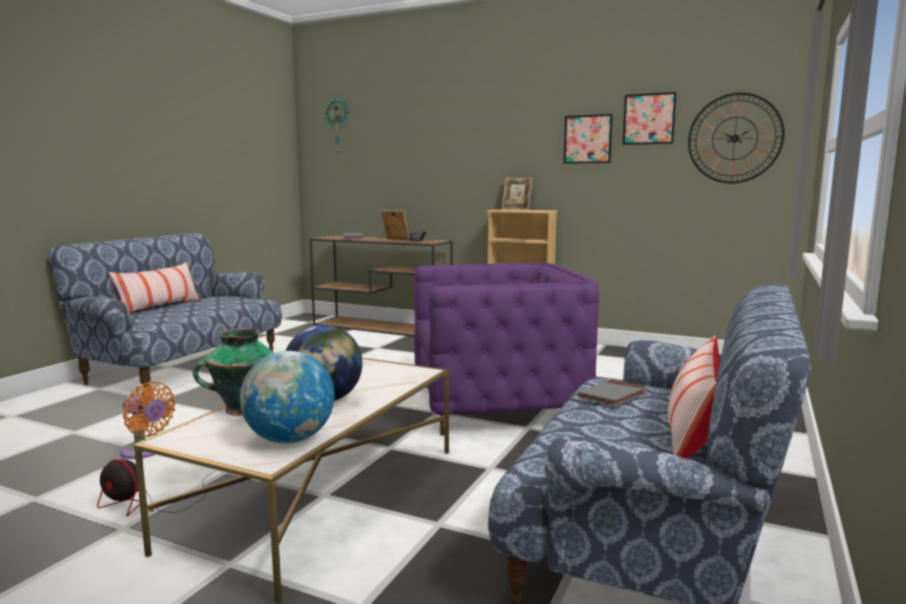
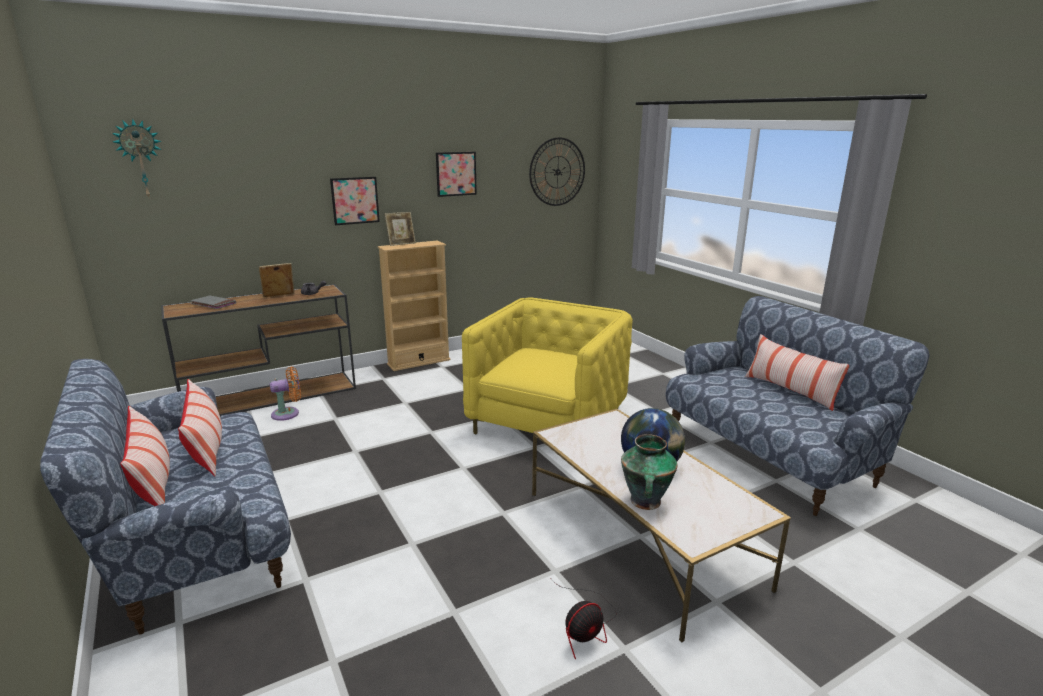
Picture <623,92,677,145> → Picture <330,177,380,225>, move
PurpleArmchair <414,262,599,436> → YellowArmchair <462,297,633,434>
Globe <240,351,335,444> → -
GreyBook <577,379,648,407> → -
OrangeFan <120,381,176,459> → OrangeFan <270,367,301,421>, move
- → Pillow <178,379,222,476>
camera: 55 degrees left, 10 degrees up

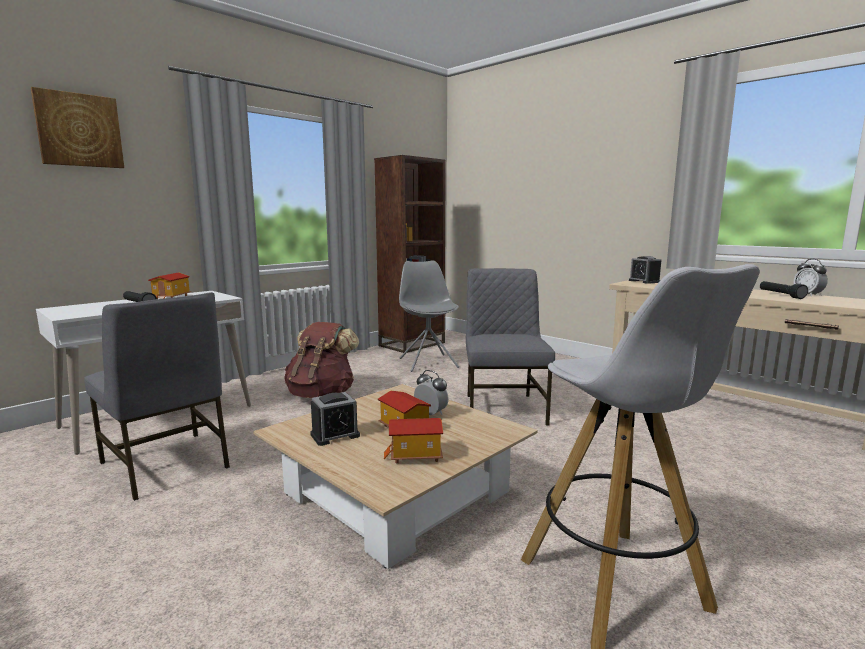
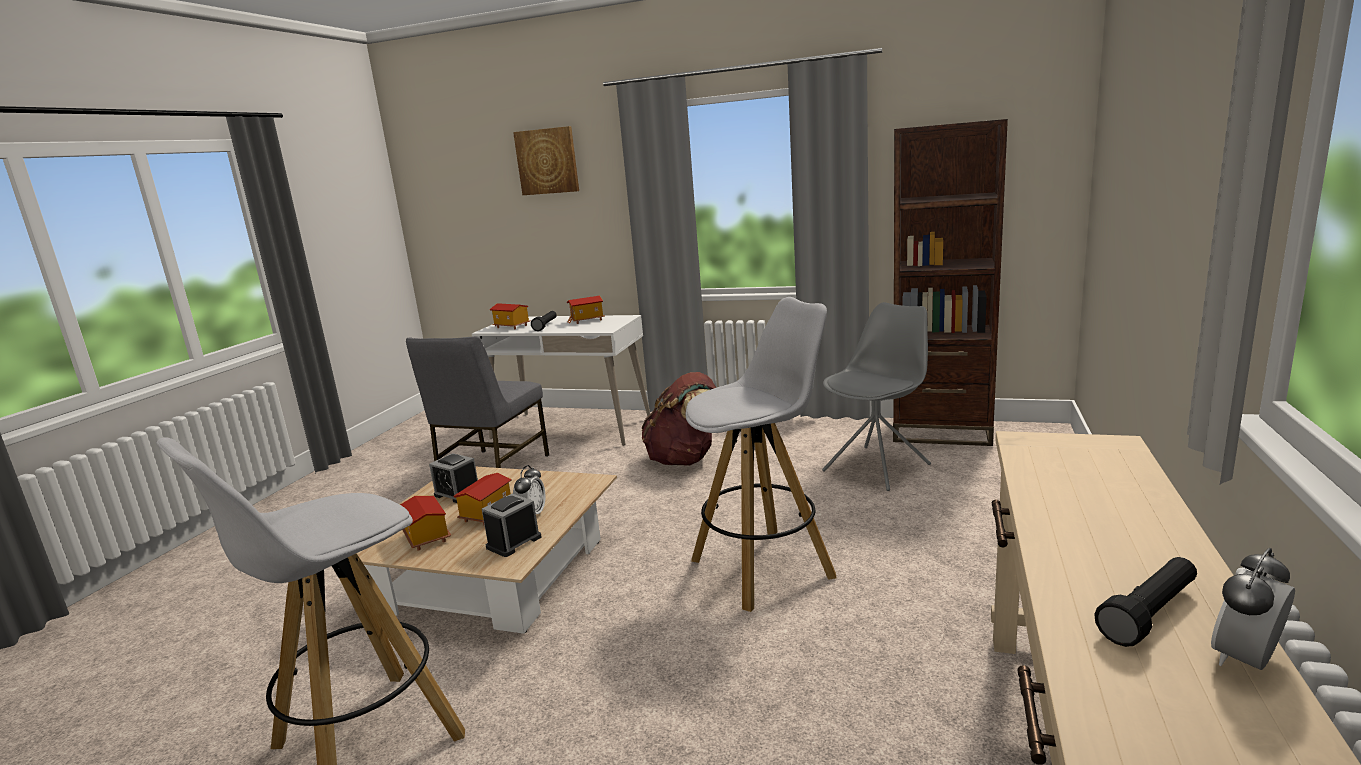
AlarmClock <629,256,662,284> → AlarmClock <482,494,542,557>, move
GreyChair <466,268,555,426> → WhiteStool <686,297,837,612>
- → ToyHouse <489,303,530,330>
camera: 65 degrees right, 5 degrees up

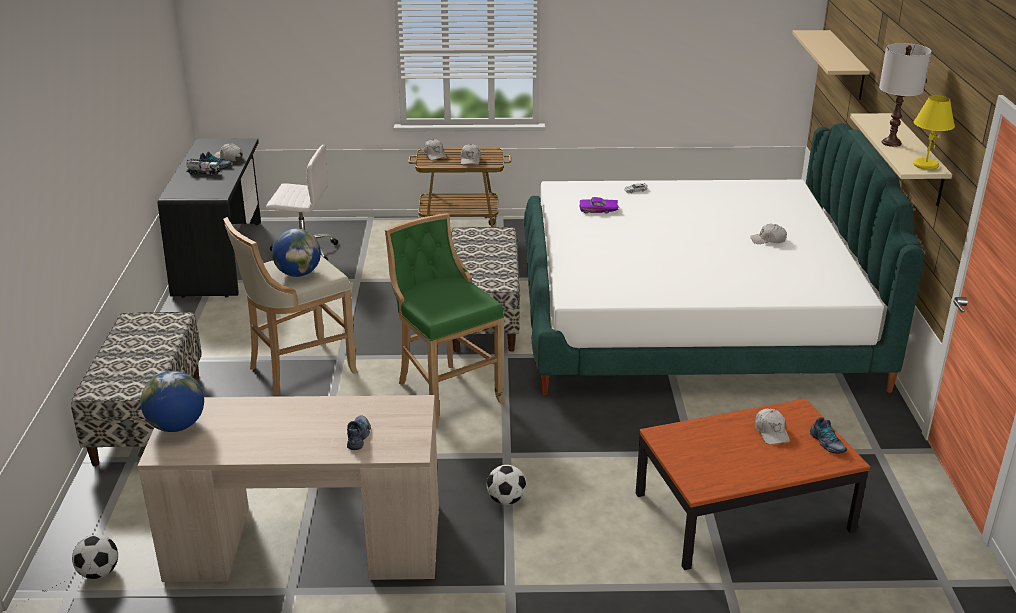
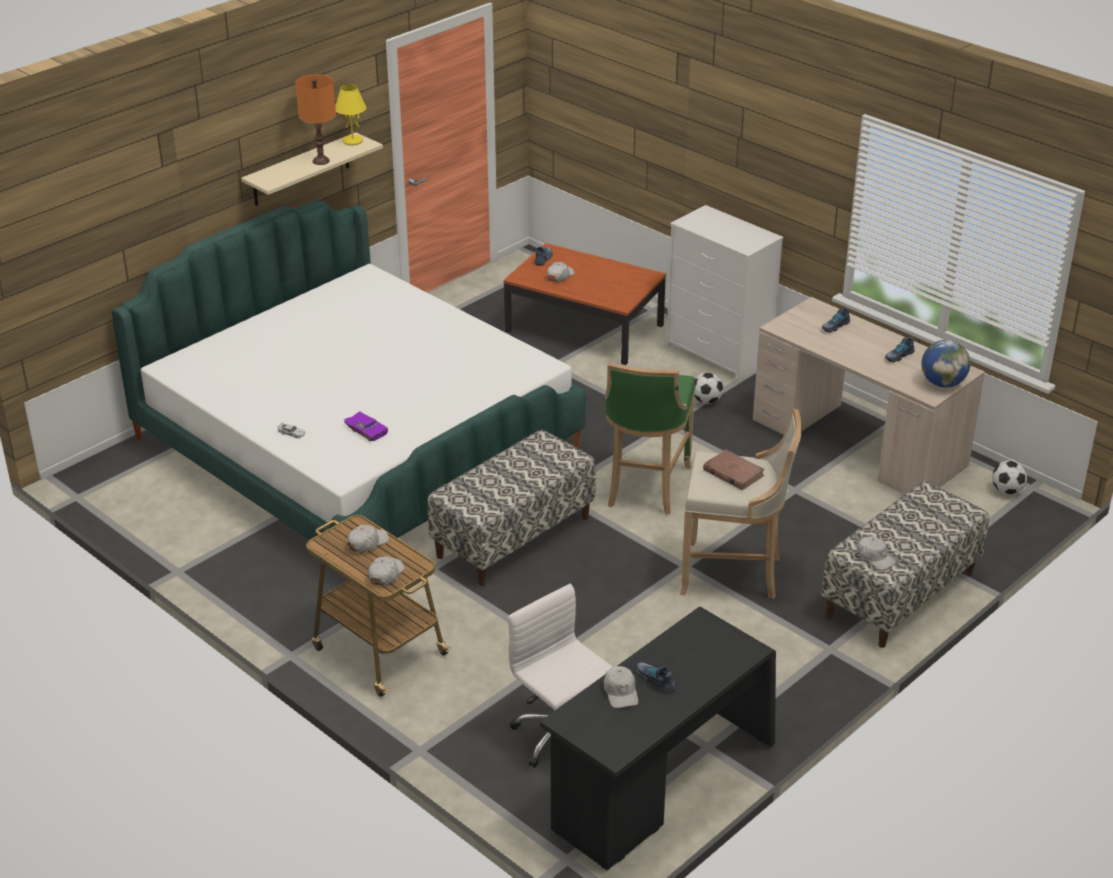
BeigeShelf <792,30,870,100> → -
WhiteTableLamp <879,43,931,147> → OrangeTableLamp <295,75,336,165>
ToyTruck <186,159,220,176> → -
WhiteCap <750,224,787,244> → WhiteCap <857,536,896,570>, move
Globe <272,229,321,277> → BrownBook <703,450,765,490>
- → WhiteDresser <666,205,783,382>
- → Shoe <885,337,915,362>
camera: 135 degrees left, 5 degrees up

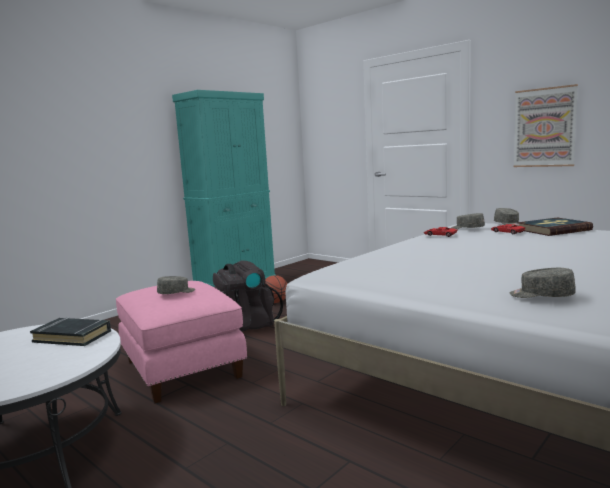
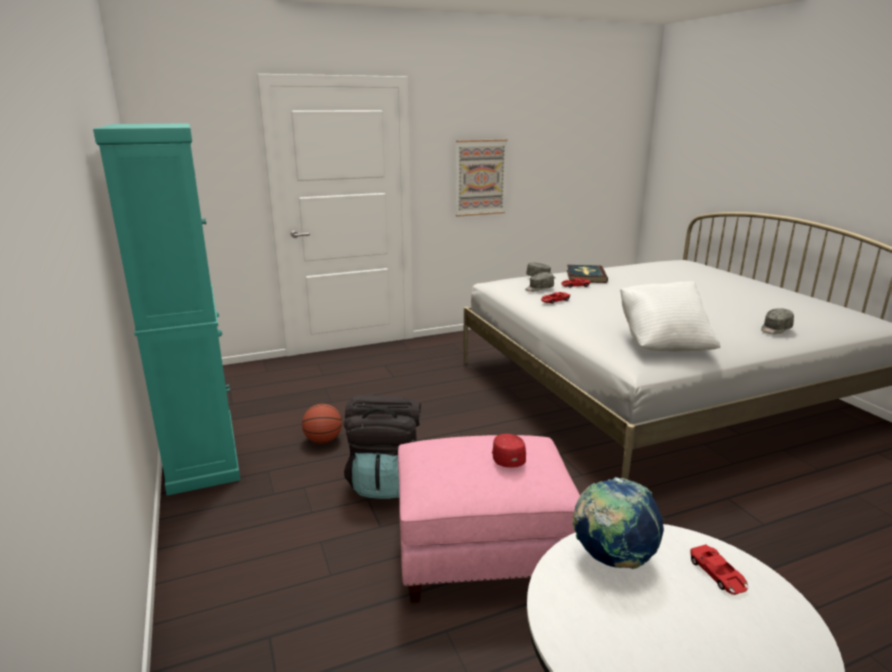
GreyCap <157,276,195,294> → RedCap <492,434,526,468>
BlackBook <30,317,111,346> → Globe <573,477,665,569>
- → WhitePillow <620,282,720,352>
- → RedToyCar <690,544,748,595>
camera: 65 degrees left, 10 degrees up

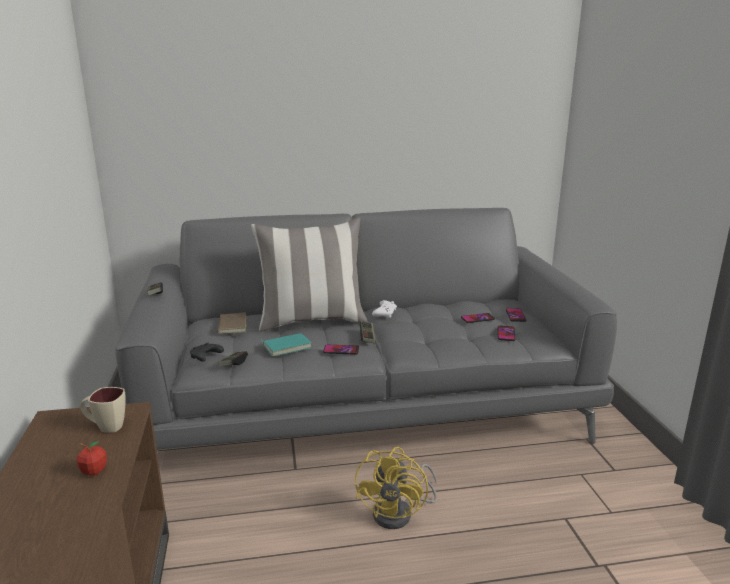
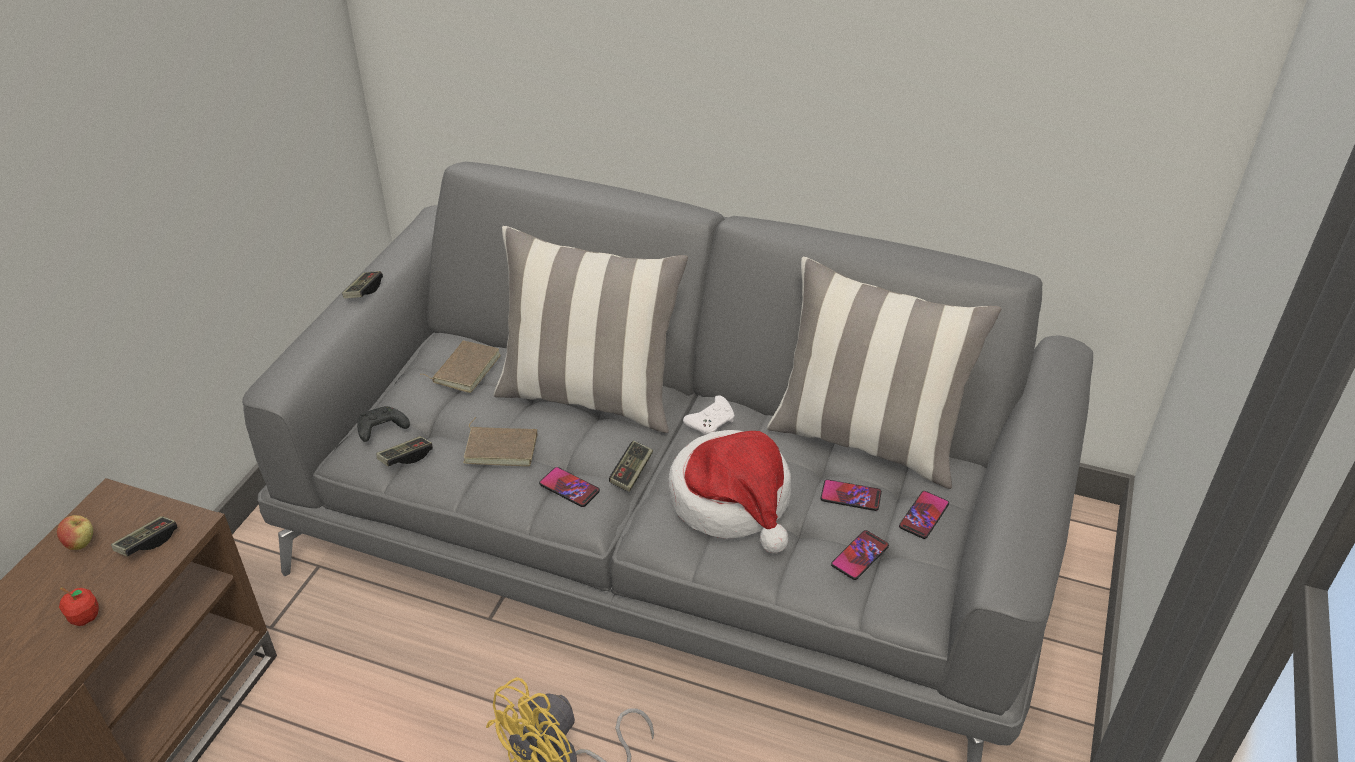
TurquoiseBook <261,333,312,356> → BrownBook <463,417,537,467>
BeigeMug <80,387,126,433> → GameController <111,516,177,556>
- → Pillow <767,257,1001,489>
- → Hat <668,430,791,553>
- → Apple <57,515,93,550>
camera: 30 degrees right, 20 degrees up

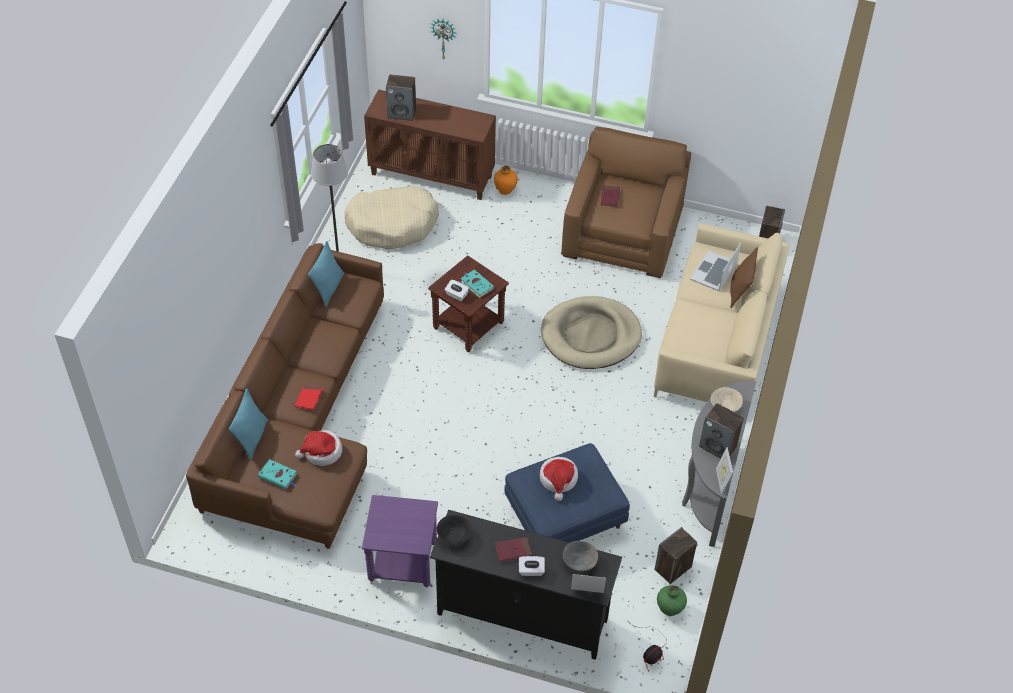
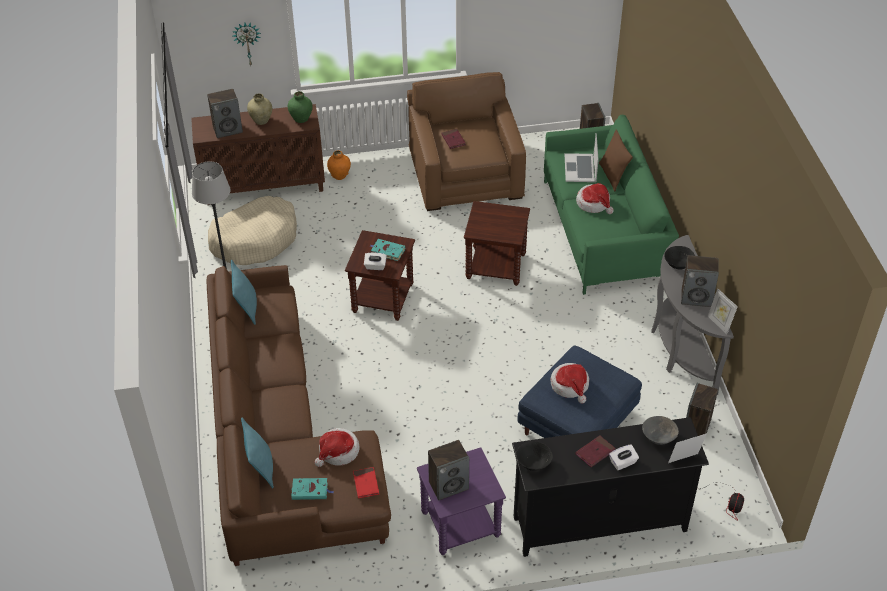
BeigeSofa <654,223,790,402> → GreenSofa <544,115,679,295>
BeigeDogBed <541,296,642,369> → BrownSideTable <464,201,530,286>
RedBook <295,383,323,411> → RedBook <353,467,379,498>, move
BeigeBowl <711,387,743,412> → BlackBowl <664,246,695,270>
GreenVase <657,585,687,616> → GreenVase <288,91,313,123>, move
- → BeigeVase <247,93,272,125>
- → Hat <576,183,614,214>
- → Speaker <428,440,469,500>
camera: 25 degrees left, 5 degrees down

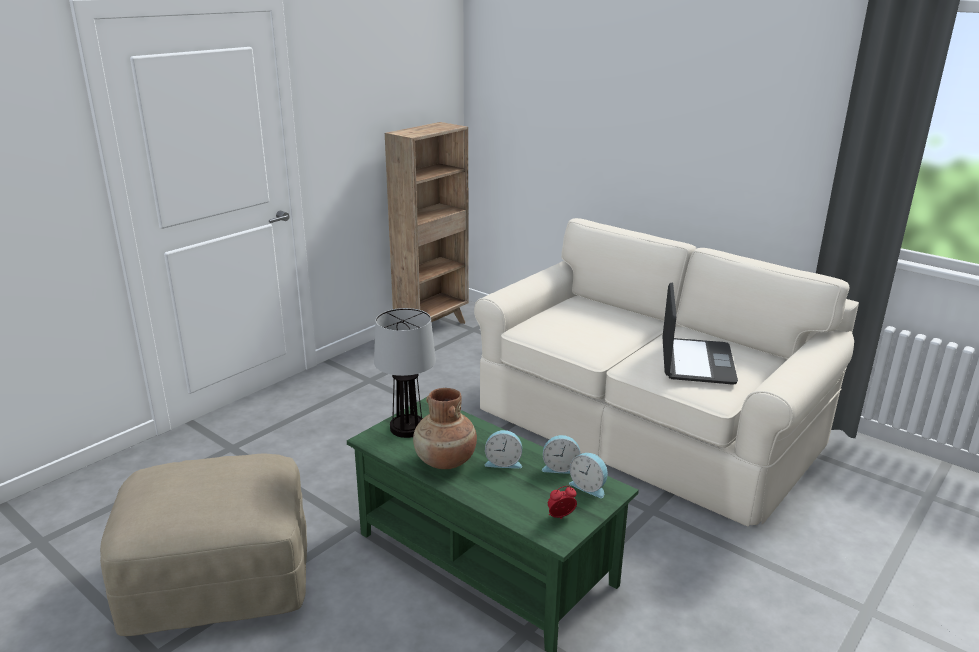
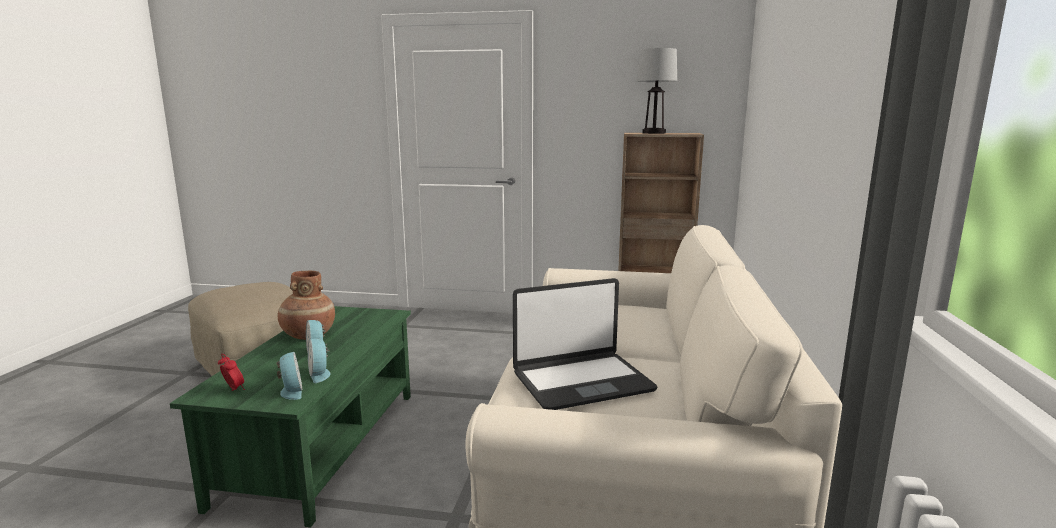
TableLamp <374,308,436,438> → TableLamp <637,48,677,134>, move
AlarmClock <569,453,608,498> → AlarmClock <277,352,302,400>, 150 degrees clockwise
camera: 60 degrees right, 10 degrees down

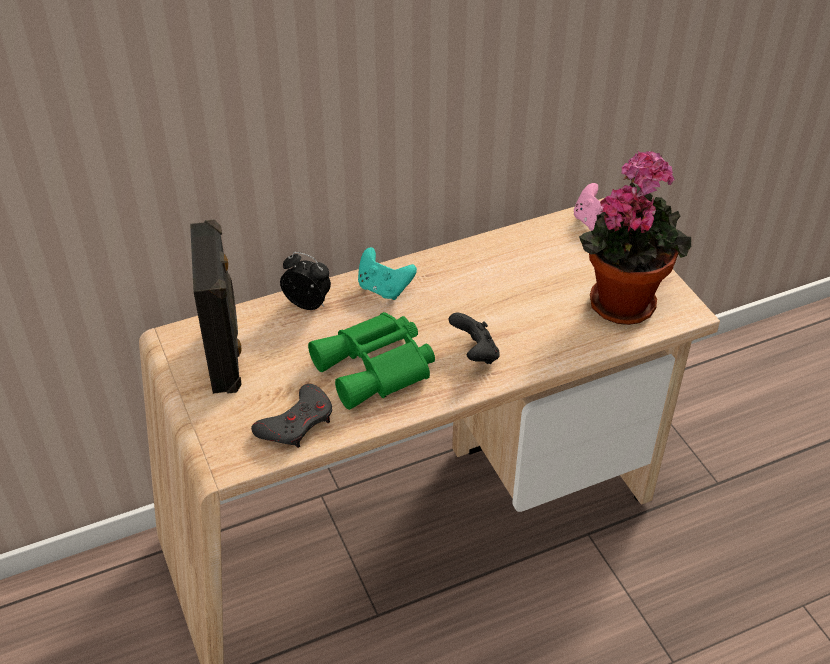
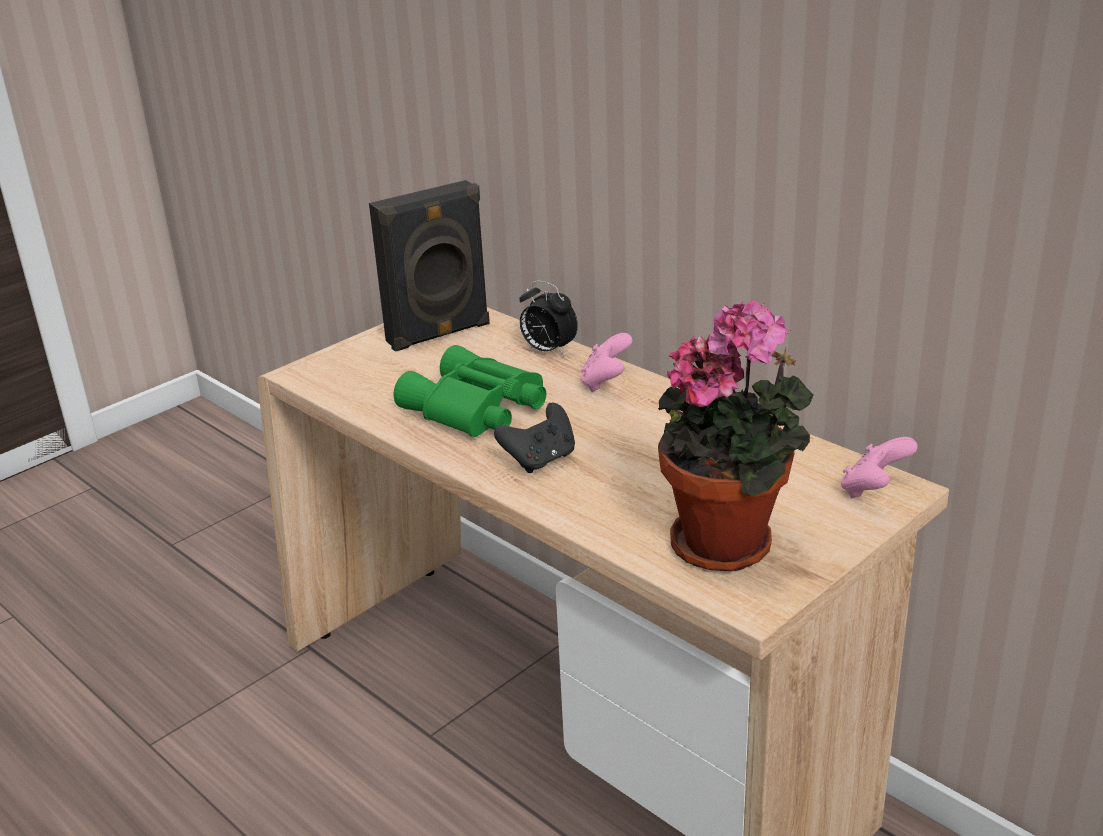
TurquoiseGameController <358,247,417,300> → PinkGameController <580,333,632,392>
AlarmClock <280,252,331,310> → AlarmClock <520,281,578,356>, 120 degrees clockwise
GreyGameController <251,384,332,448> → -
camera: 70 degrees right, 15 degrees down

